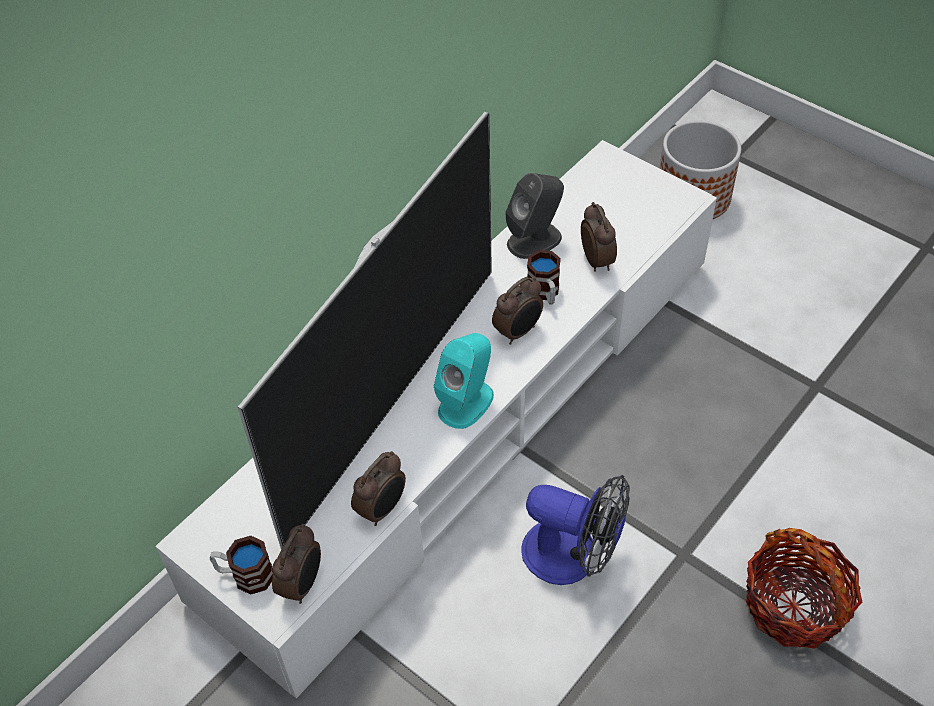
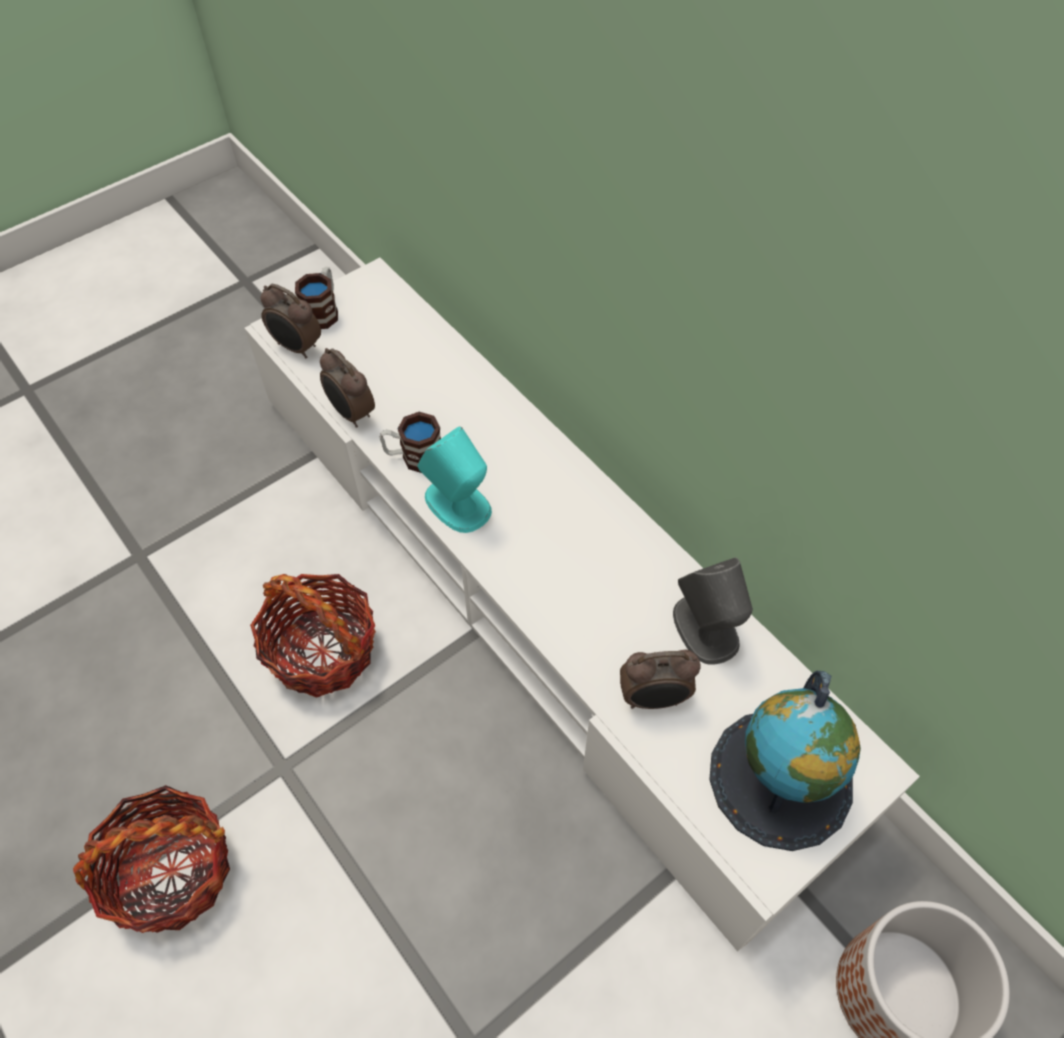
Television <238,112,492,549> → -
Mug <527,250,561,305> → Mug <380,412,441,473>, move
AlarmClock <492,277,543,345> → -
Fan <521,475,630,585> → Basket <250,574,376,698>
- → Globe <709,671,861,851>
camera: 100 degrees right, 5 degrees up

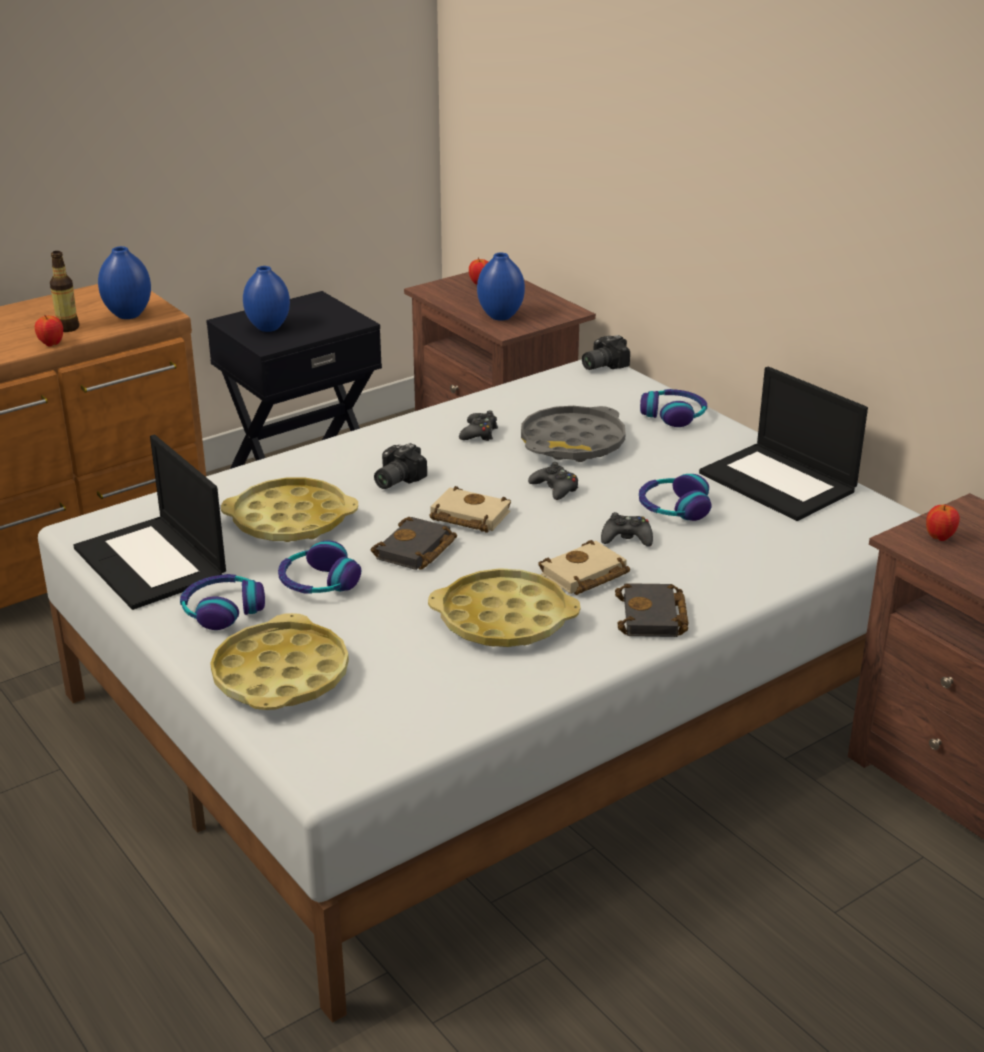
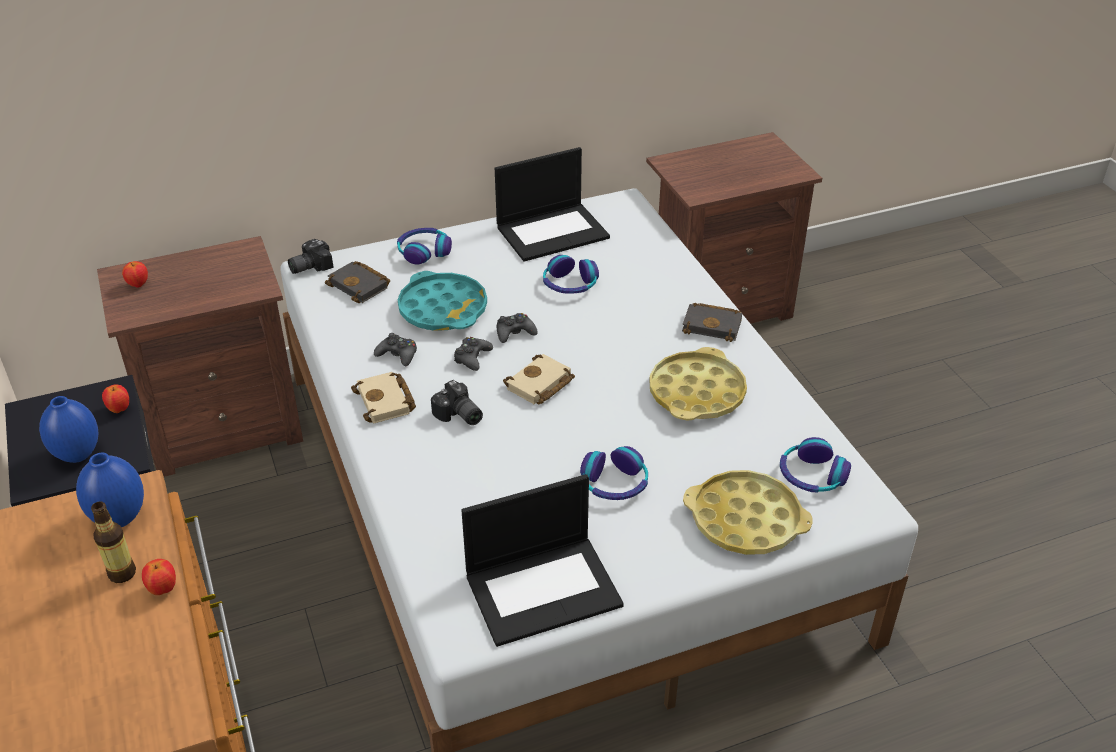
BlueVase <477,253,525,321> → -
PhotoCamera <582,335,630,370> → PhotoCamera <288,239,333,274>, 75 degrees clockwise
GreyTray <521,406,626,462> → TurquoiseTray <398,271,487,331>
YellowTray <221,478,358,542> → -
Apple <926,505,960,541> → Apple <102,384,129,413>, move
BlackGameController <601,512,653,547> → BlackGameController <454,337,493,371>, move
BlackBook <371,517,457,570> → BlackBook <325,261,390,303>, move
BeigeBook <538,540,630,595> → BeigeBook <351,372,416,424>, move
Headphones <180,574,265,630> → Headphones <780,437,851,492>, move
camera: 75 degrees left, 10 degrees up

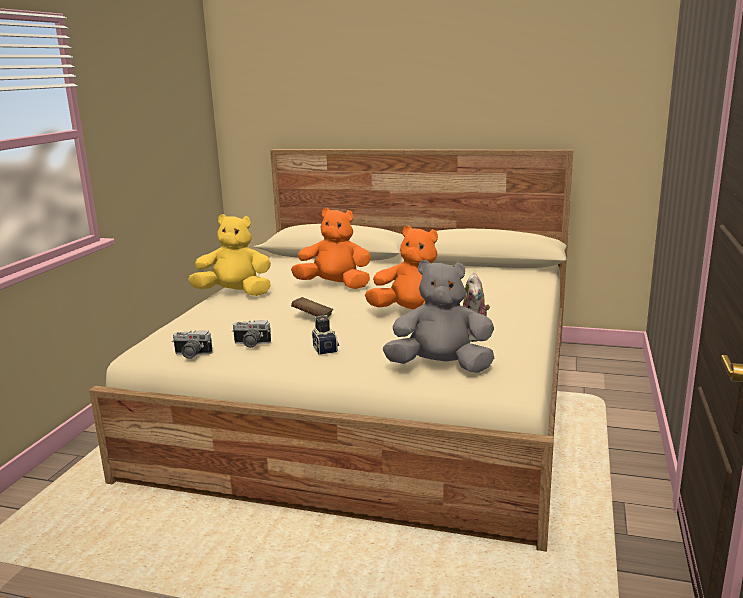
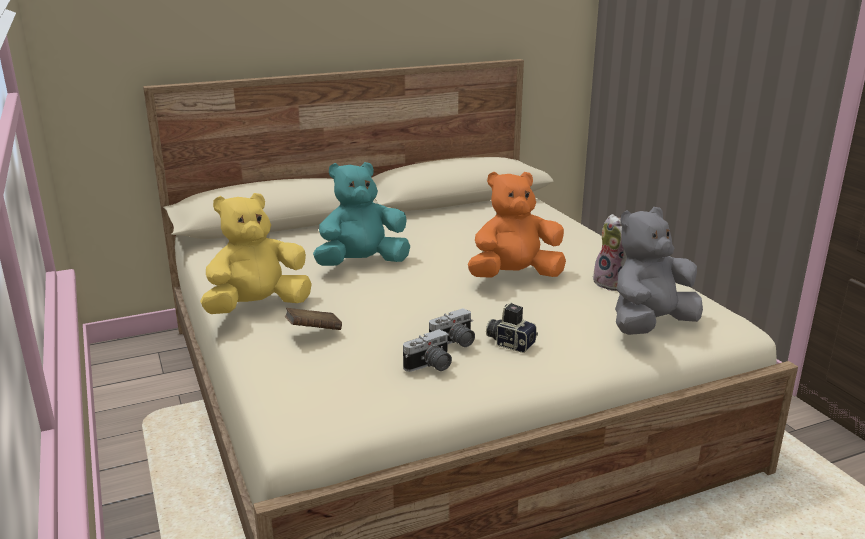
OrangePlushToy <291,208,371,289> → TurquoisePlushToy <313,162,410,266>
BrownBook <291,297,333,317> → BrownBook <285,308,342,330>, move
PhotoCamera <173,330,213,359> → PhotoCamera <429,308,475,347>, move
camera: 40 degrees left, 5 degrees up

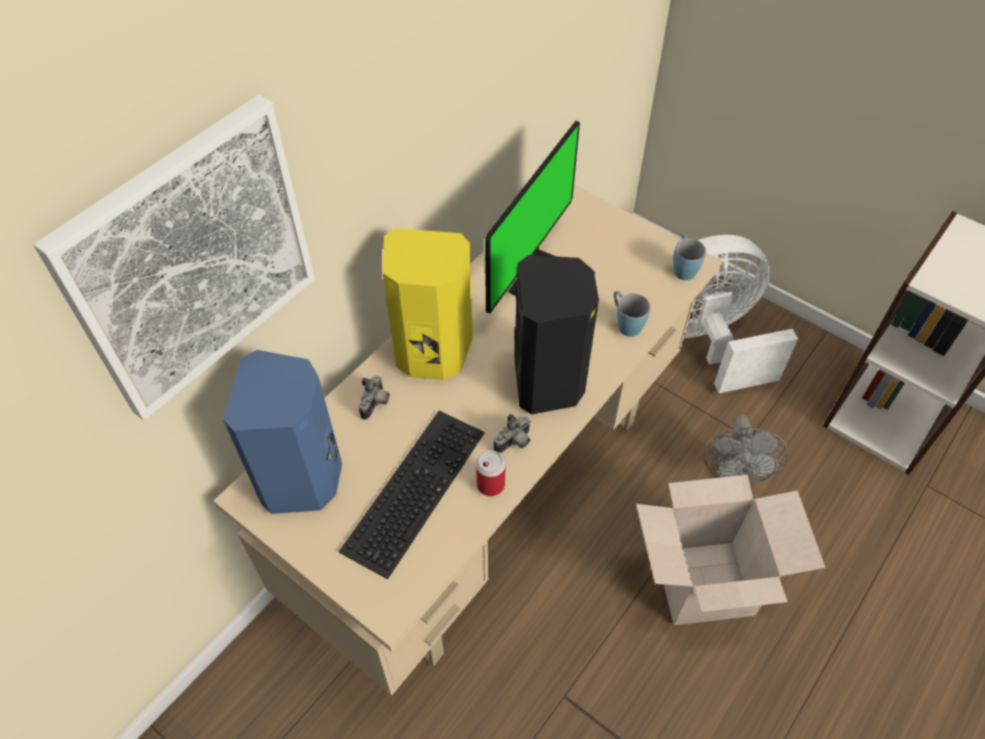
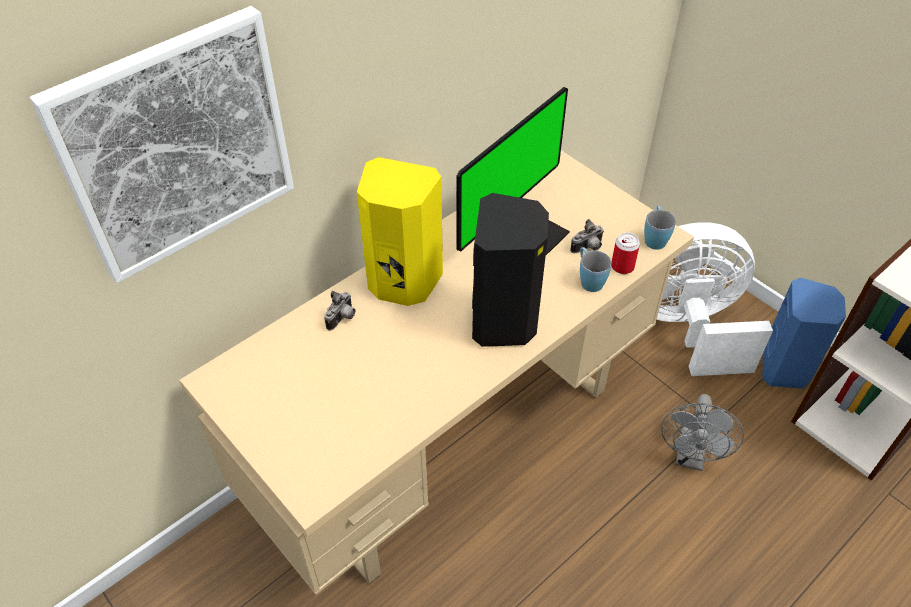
BlueSpeaker <223,350,342,514> → BlueSpeaker <762,277,846,389>, move
Keyboard <339,411,484,579> → -
PhotoCamera <494,414,531,453> → PhotoCamera <570,219,604,253>, move
Can <476,450,506,496> → Can <611,232,640,274>, move
CardboardBox <636,475,826,625> → -
camera: 10 degrees right, 5 degrees down

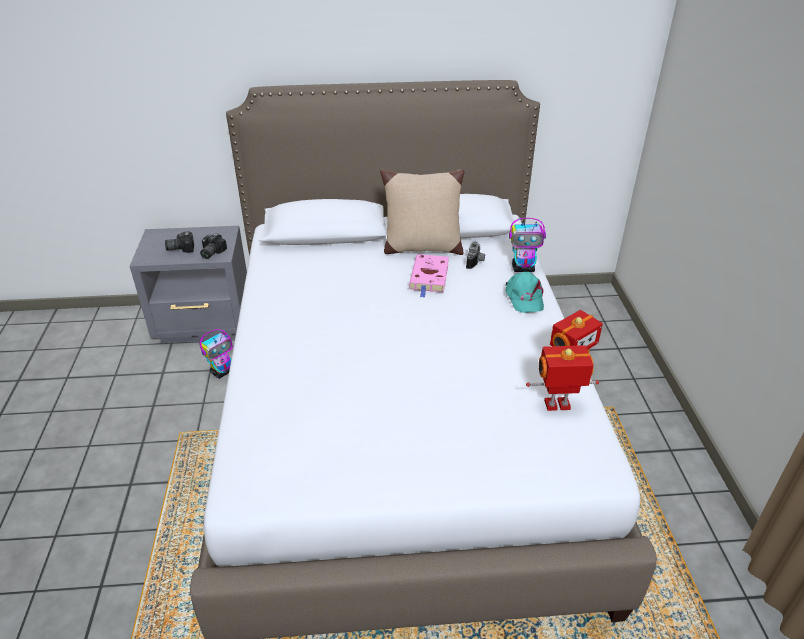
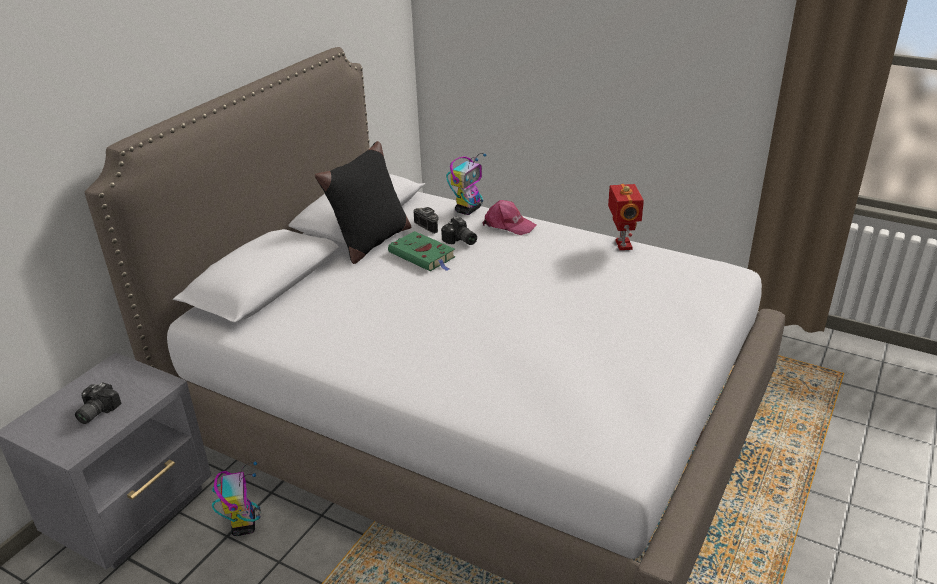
BeigePillow <380,169,465,255> → BlackPillow <315,141,411,264>
PhotoCamera <200,233,227,259> → PhotoCamera <441,216,477,245>, move
PinkBook <409,254,449,298> → GreenBook <388,231,455,271>
TurquoiseCap <505,272,544,313> → PinkCap <483,200,536,235>
ToyRobot <526,345,599,411> → -
camera: 55 degrees left, 5 degrees down

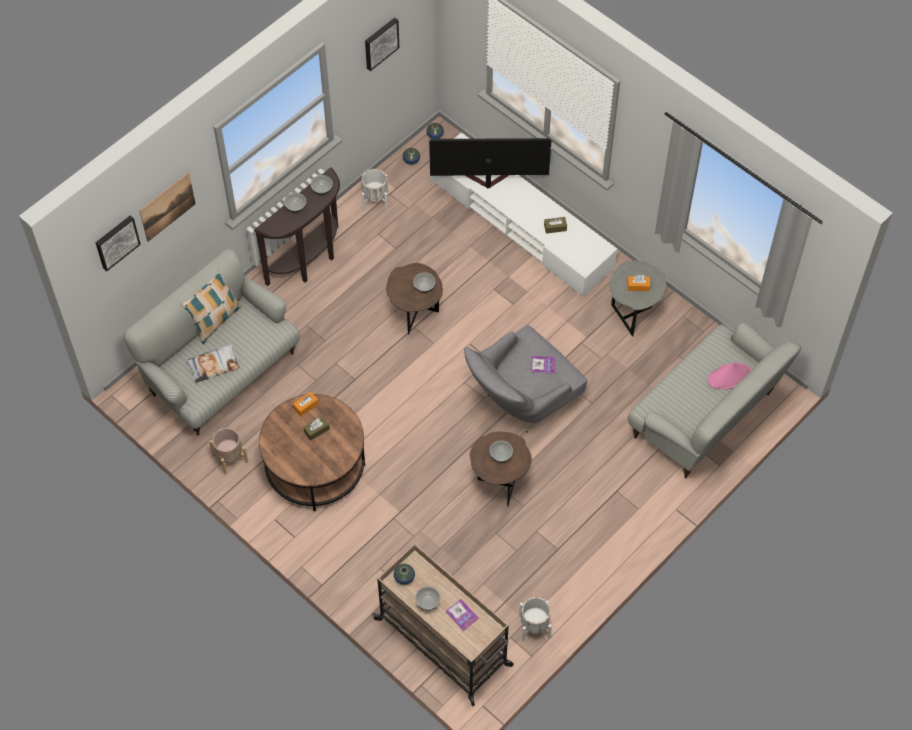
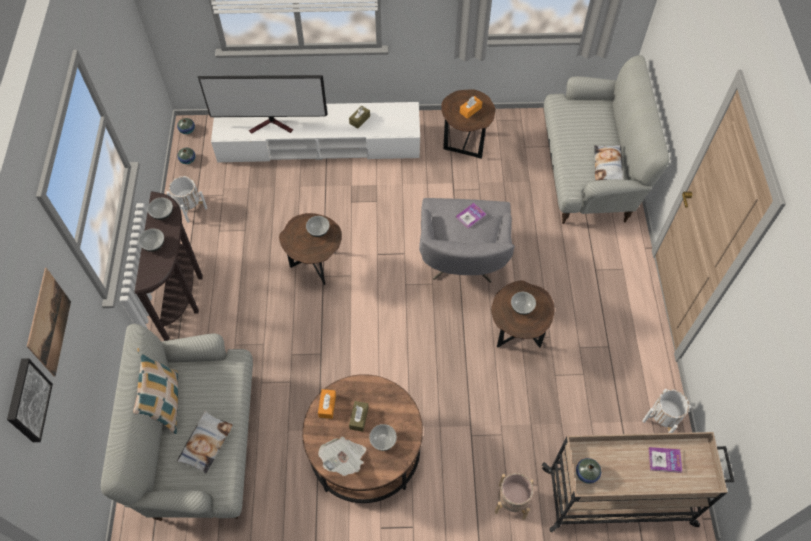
Picture <365,18,399,71> → -
Television <429,138,552,188> → Television <198,75,328,134>, 135 degrees counterclockwise
GreySideTable <609,261,667,337> → BrownSideTable <441,89,495,159>
PinkHat <708,363,751,390> → -
BeigePlanter <209,428,248,475> → BeigePlanter <495,473,534,520>, move
Bowl <415,586,440,610> → Bowl <369,424,397,451>, move
- → Pillow <594,145,623,180>
- → Newspaper <318,437,366,476>
camera: 45 degrees left, 0 degrees up

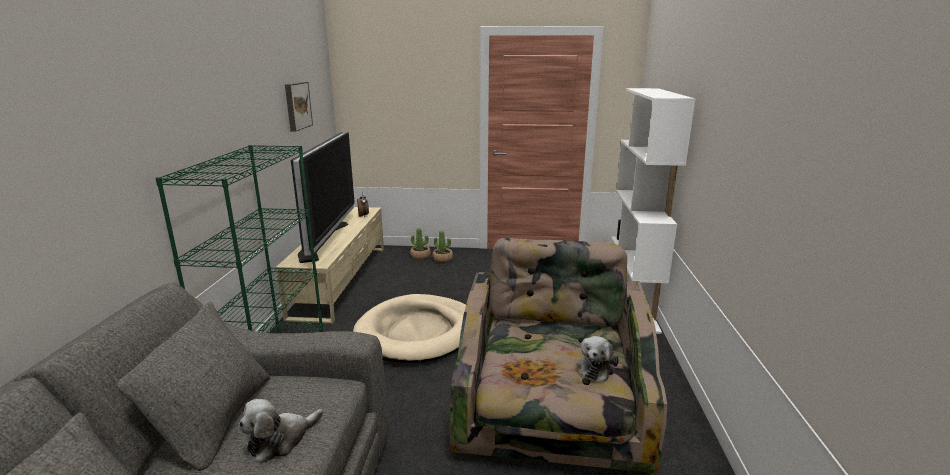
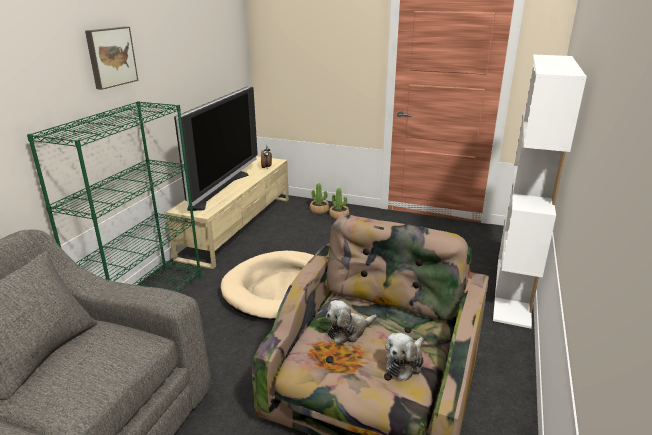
Picture <285,82,313,132> → Picture <85,27,138,90>, move
PlushToy <238,399,323,463> → PlushToy <326,300,377,344>, move
camera: 15 degrees right, 5 degrees up

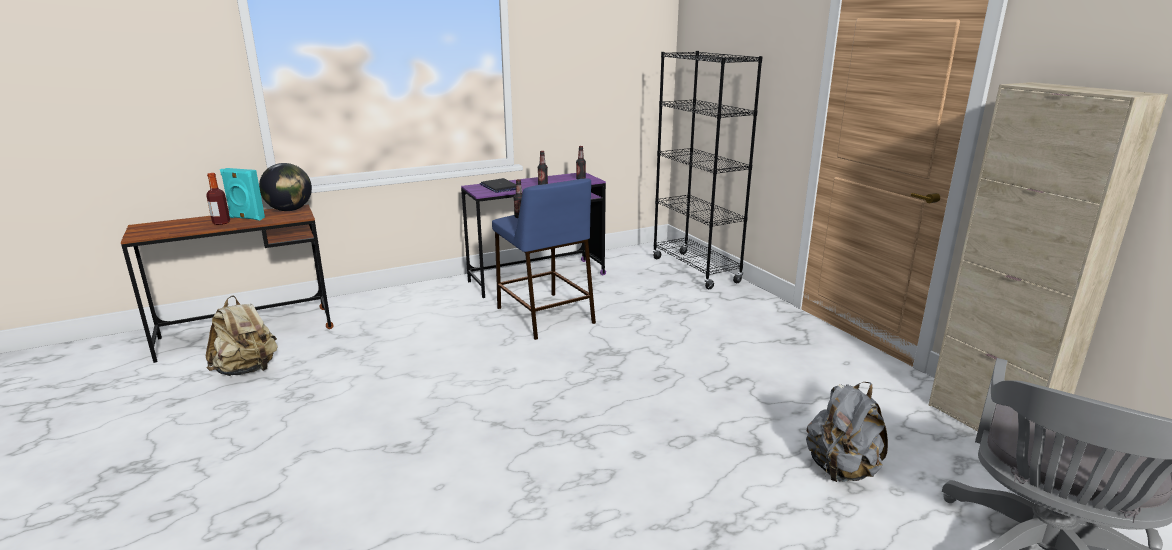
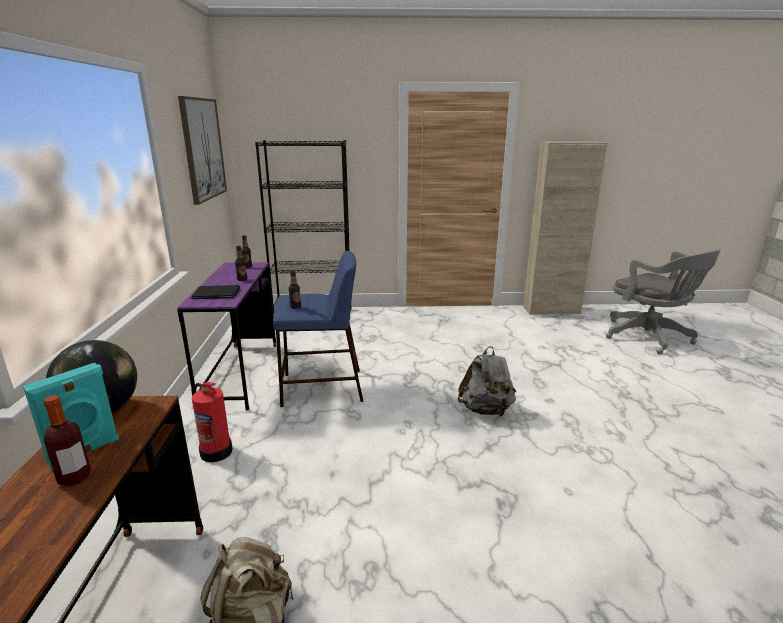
GreyBackpack <806,382,888,482> → GreyBackpack <458,346,516,417>, move
- → Picture <178,96,227,205>
- → FireExtinguisher <192,382,233,462>
camera: 65 degrees left, 0 degrees up

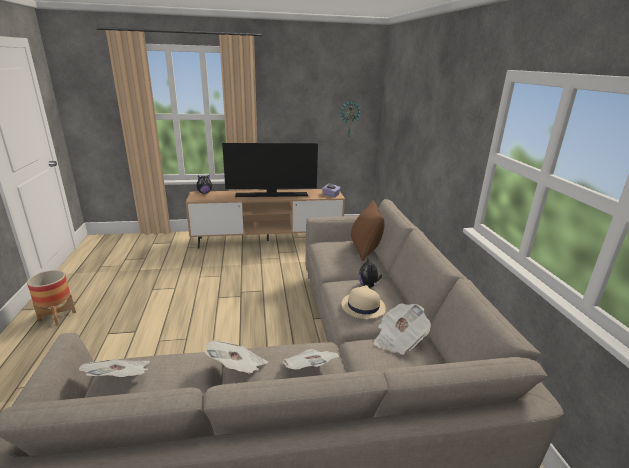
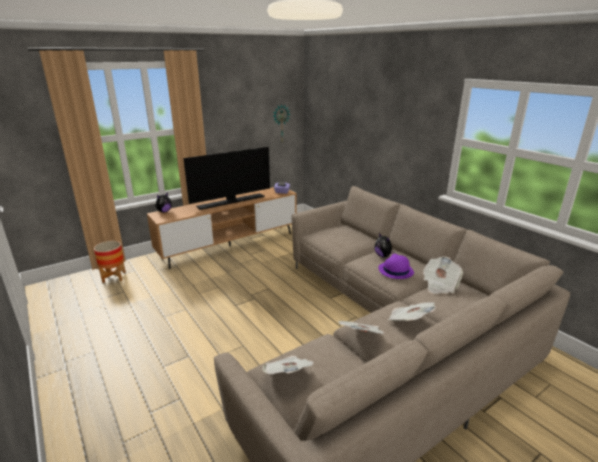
BrownPillow <351,200,384,261> → -
Planter <27,270,76,326> → Planter <94,241,126,283>, move
BeigeHat <342,285,386,319> → PurpleHat <378,254,414,279>
camera: 25 degrees left, 0 degrees up

